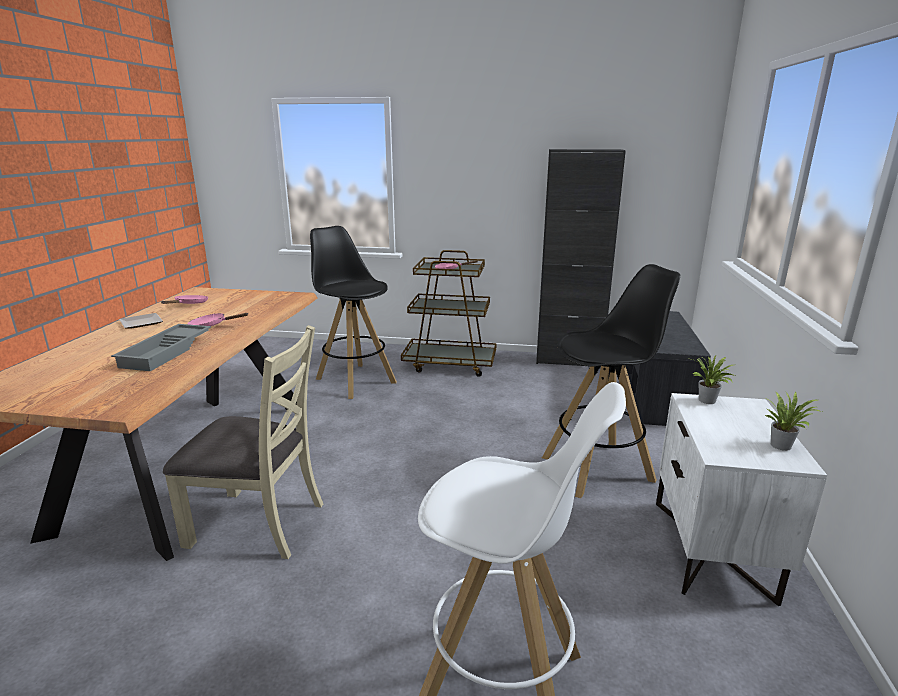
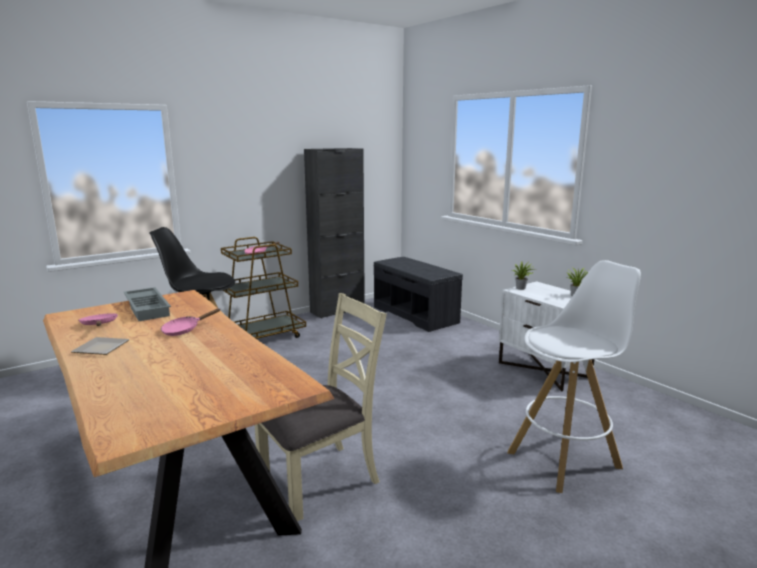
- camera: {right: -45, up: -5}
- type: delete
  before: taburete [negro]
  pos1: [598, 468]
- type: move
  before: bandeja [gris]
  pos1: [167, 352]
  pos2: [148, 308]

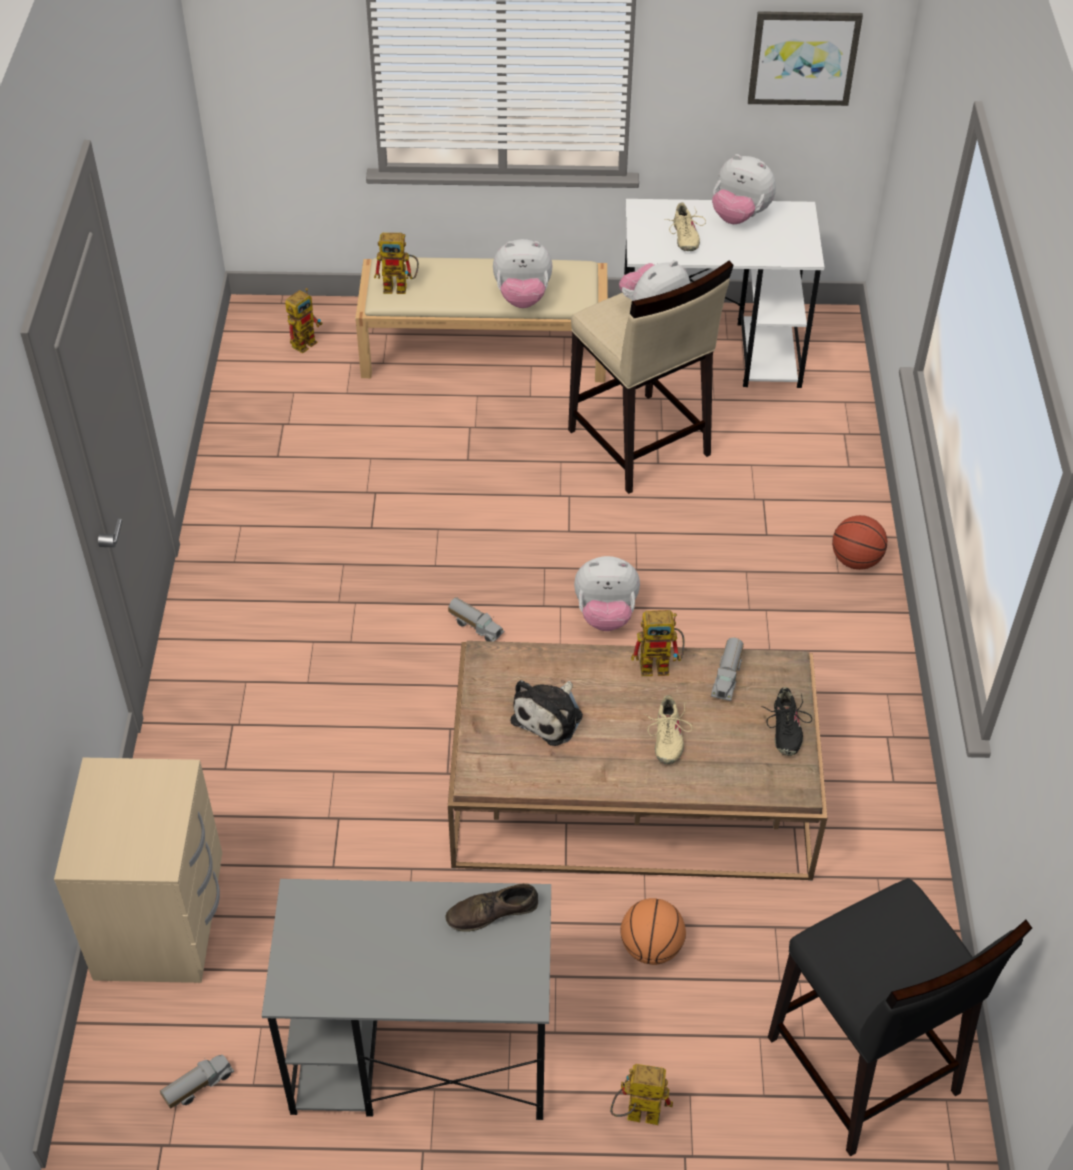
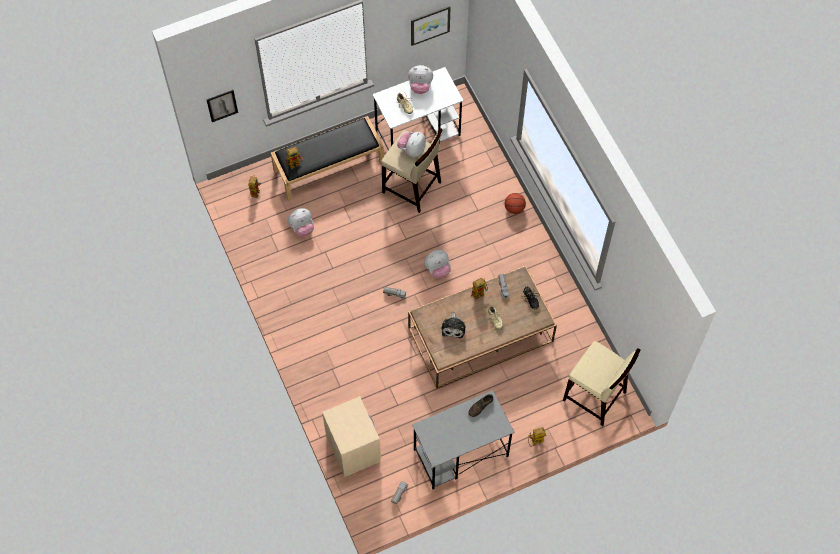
- camera: {right: -25, up: 15}
- type: delete
  before: balón de baloncesto
  pos1: [651, 947]
- type: insert
  after: cuadro
  pos2: [222, 105]
- type: move
  before: peluche
  pos1: [522, 298]
  pos2: [302, 228]
- type: recolor
  before: banco [beis]
  after: banco [negro]
  pos1: [486, 349]
  pos2: [329, 166]
- type: recolor
  before: taburete [negro]
  after: taburete [beis]
  pos1: [863, 1067]
  pos2: [594, 397]

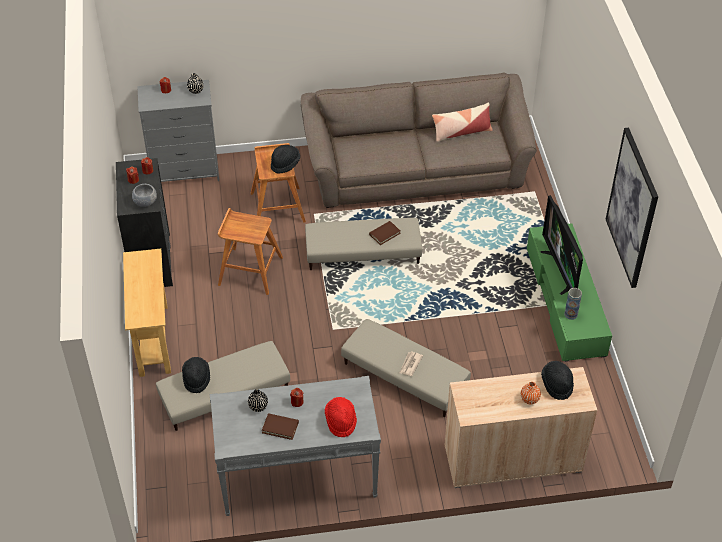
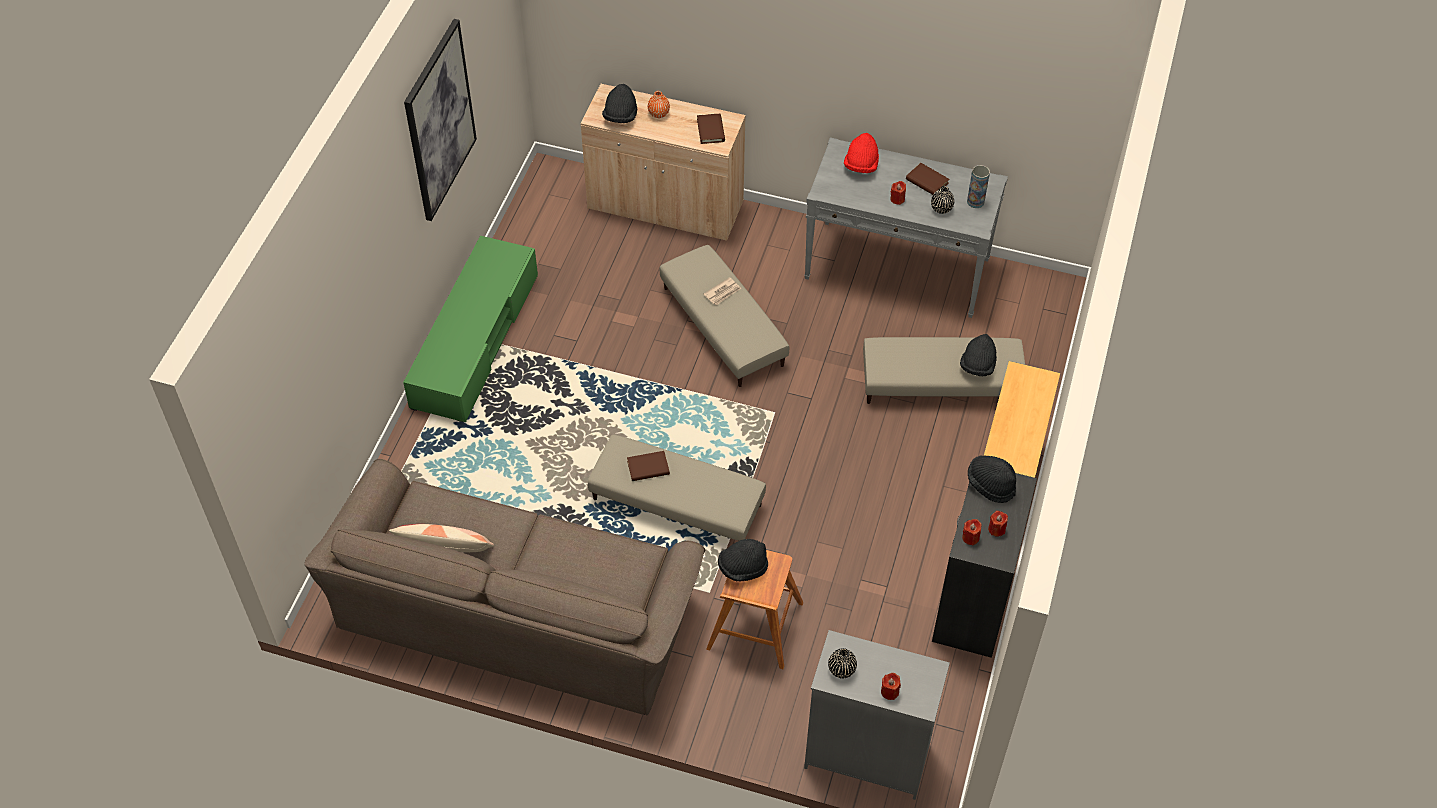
- camera: {right: -155, up: 5}
- type: delete
  before: taburete [marrón]
  pos1: [250, 270]
- type: delete
  before: televisor
  pos1: [561, 271]
- type: insert
  after: libro [marrón]
  pos2: [711, 130]
- type: move
  before: florero
  pos1: [571, 314]
  pos2: [975, 202]
- type: replace
  before: cuenco [gris]
  after: sombrero [negro]
  pos1: [145, 202]
  pos2: [990, 484]

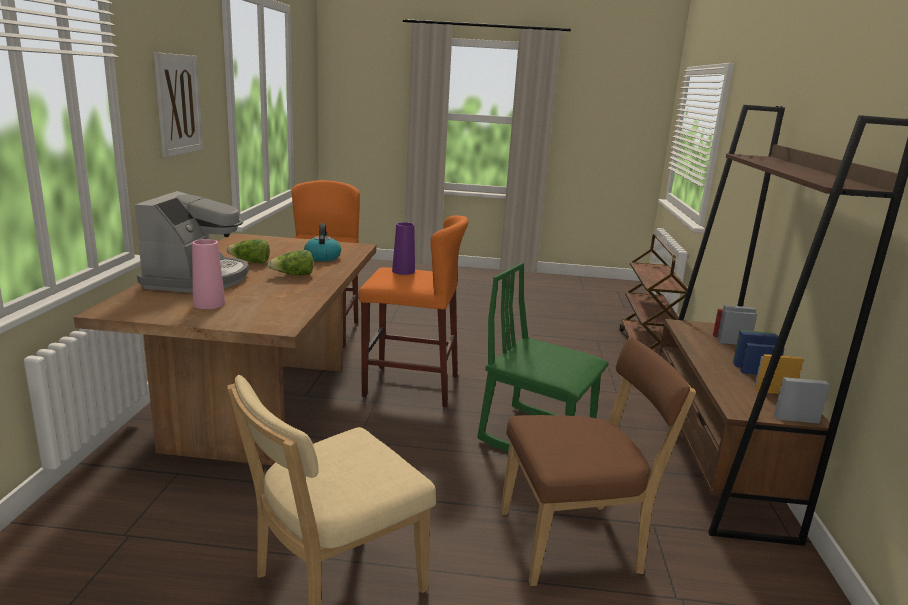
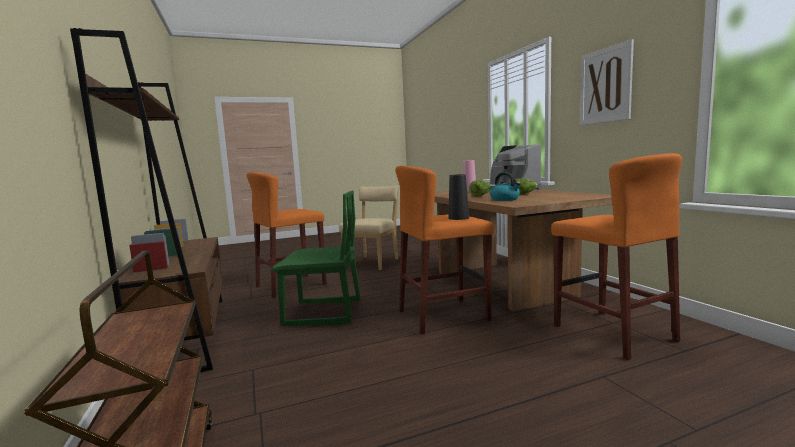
- camera: {right: 155, up: -10}
- type: replace
  before: silla [marrón]
  after: taburete [naranja]
  pos1: [576, 542]
  pos2: [291, 285]
- type: recolor
  before: florero [morado]
  after: florero [negro]
  pos1: [403, 271]
  pos2: [458, 218]

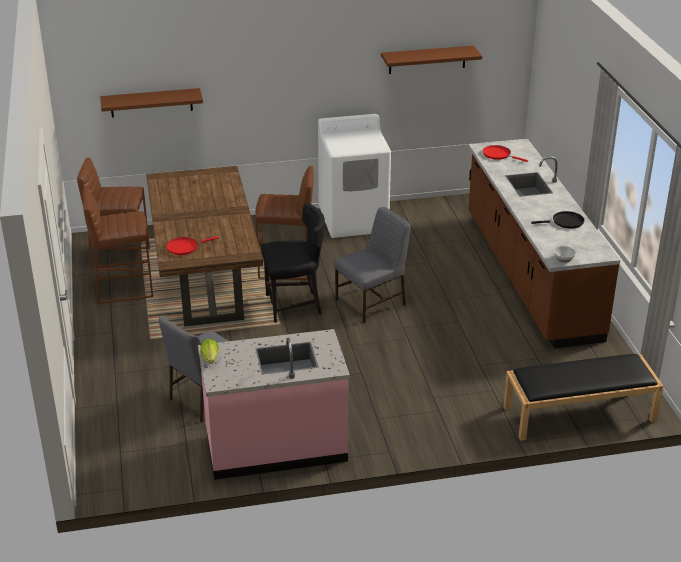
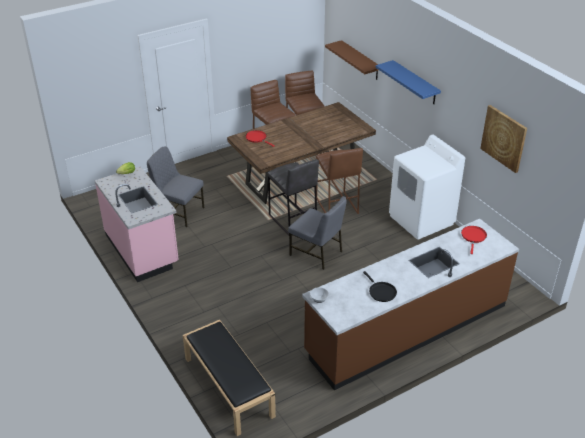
- camera: {right: 70, up: 5}
- type: insert
  after: estante [azul]
  pos2: [415, 83]
- type: replace
  before: silla [negro]
  after: taburete [gris]
  pos1: [294, 306]
  pos2: [292, 220]
- type: replace
  before: estante [marrón]
  after: cuadro
  pos1: [427, 59]
  pos2: [504, 138]

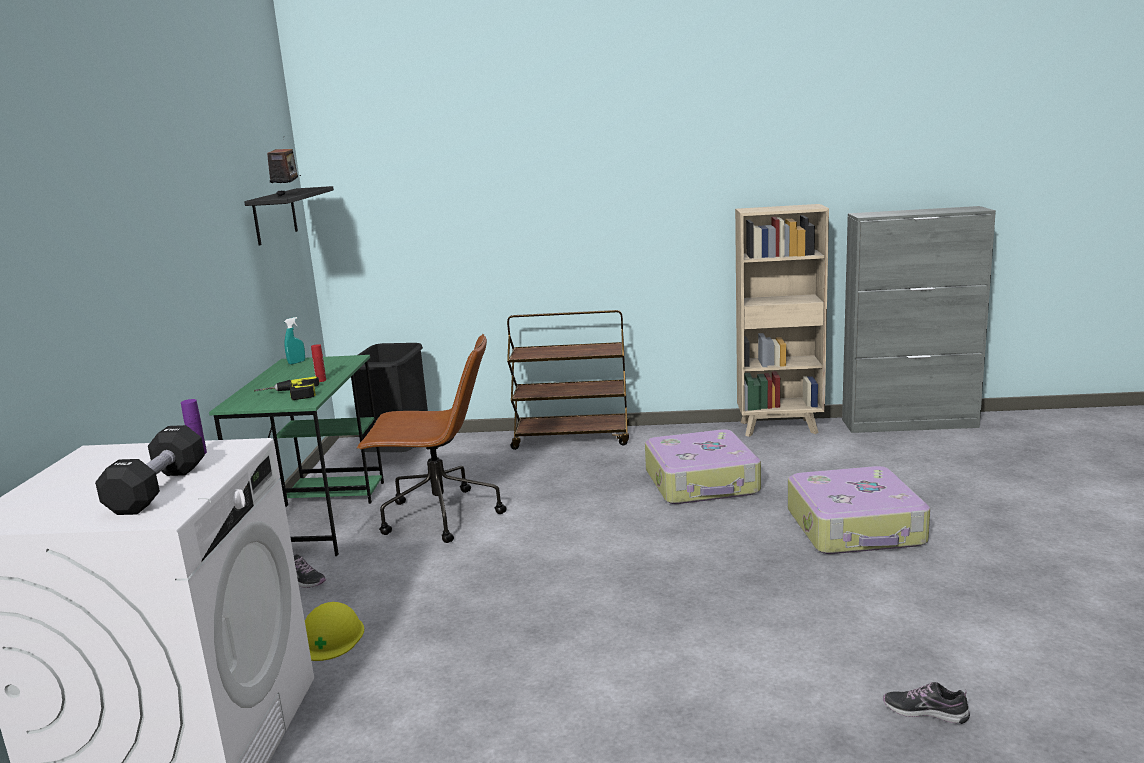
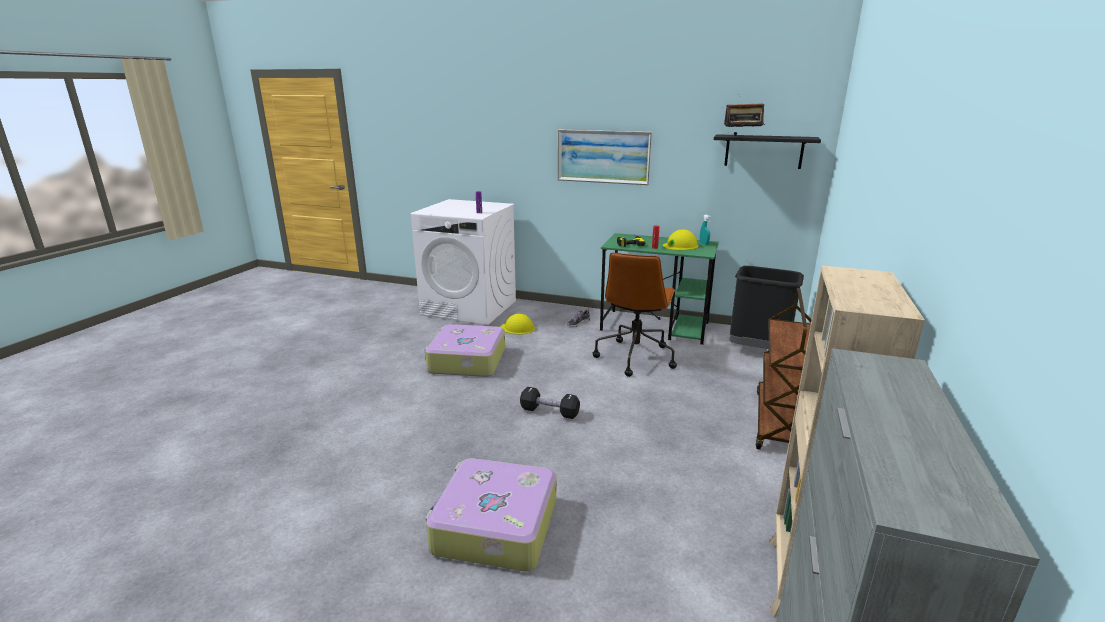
- camera: {right: 105, up: 5}
- type: delete
  before: zapato
  pos1: [925, 712]
- type: insert
  after: cuadro
  pos2: [603, 156]
- type: insert
  after: casco [amarillo]
  pos2: [680, 245]
- type: move
  before: mancuerna [negro]
  pos1: [158, 490]
  pos2: [549, 411]
- type: move
  before: maleta
  pos1: [702, 482]
  pos2: [466, 361]

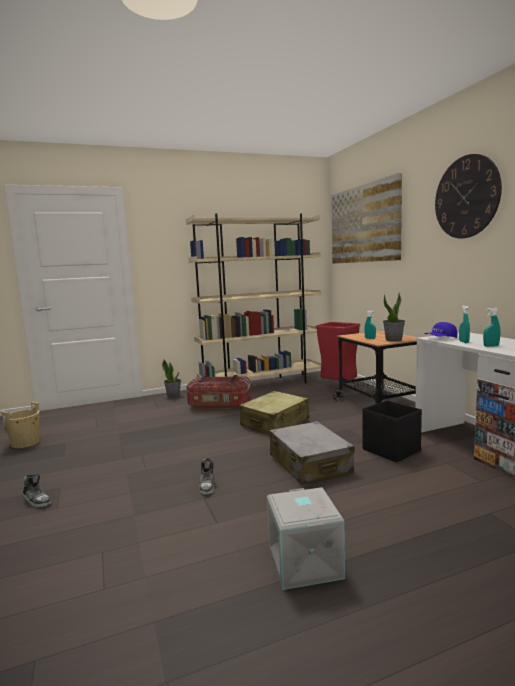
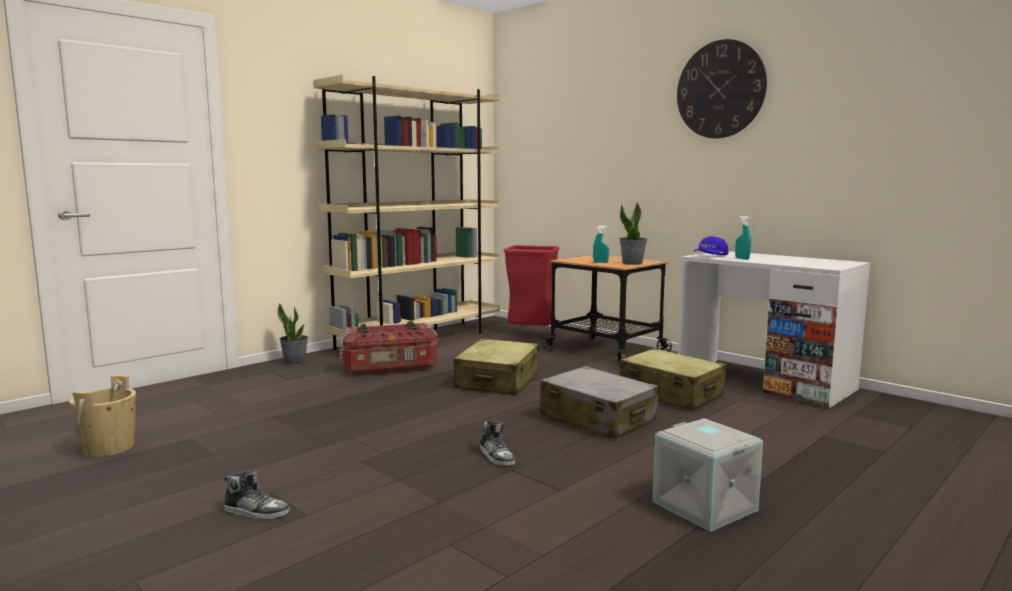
- camera: {right: -25, up: 0}
- type: delete
  before: cuadro
  pos1: [364, 224]
- type: delete
  before: pulverizador [turquesa]
  pos1: [491, 346]
- type: replace
  before: caja de almacenaje [negro]
  after: maleta [beis]
  pos1: [390, 450]
  pos2: [670, 394]

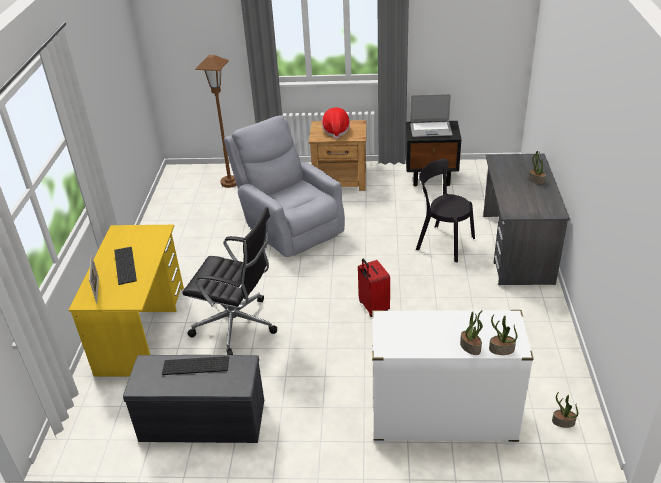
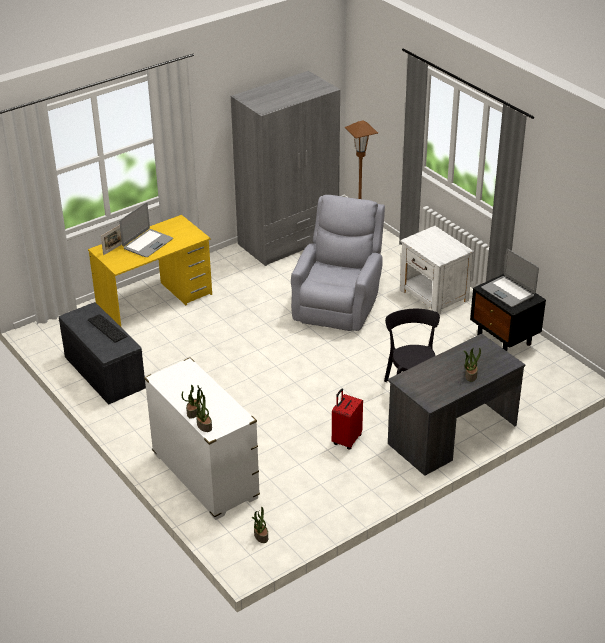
- camera: {right: 50, up: 0}
- type: delete
  before: silla de oficina [negro]
  pos1: [237, 325]
- type: delete
  before: sombrero
  pos1: [336, 131]
- type: insert
  after: armario ropero [gris]
  pos2: [289, 240]
- type: move
  before: maleta [rojo]
  pos1: [373, 307]
  pos2: [346, 440]
- type: replace
  before: teclado
  after: portátil
  pos1: [124, 265]
  pos2: [147, 244]
- type: recolor
  before: mesita de noche [marrón]
  after: mesita de noche [blanco]
  pos1: [341, 180]
  pos2: [434, 296]

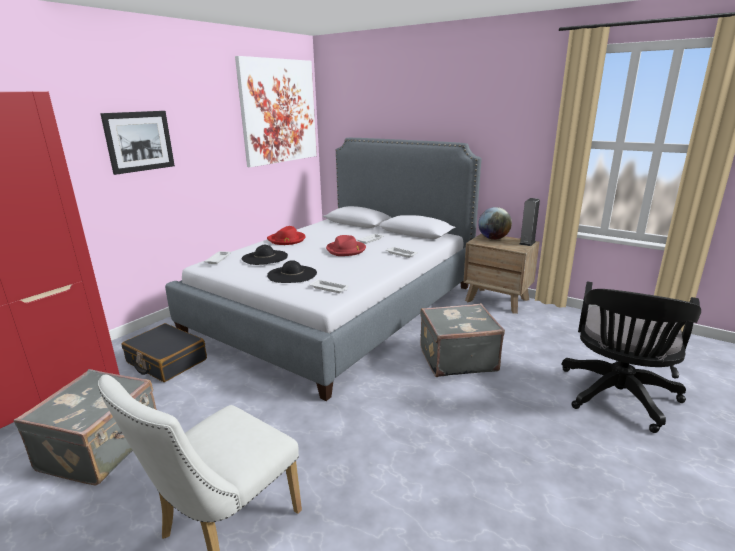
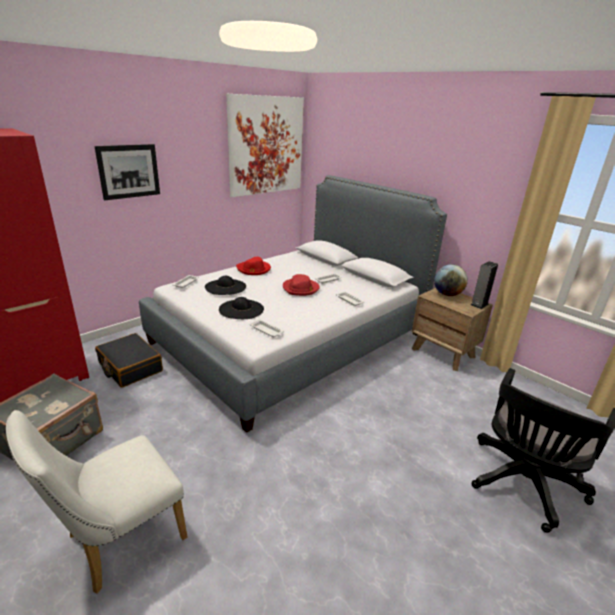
- camera: {right: 10, up: 5}
- type: delete
  before: maleta [gris]
  pos1: [456, 358]

